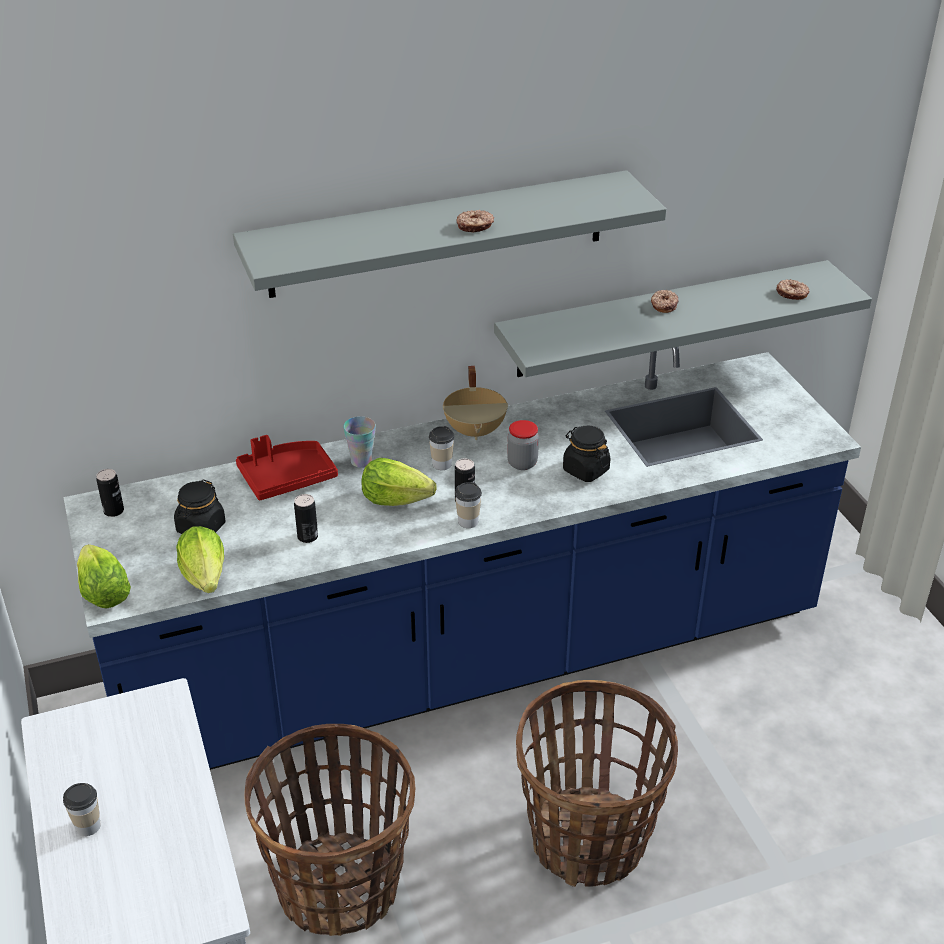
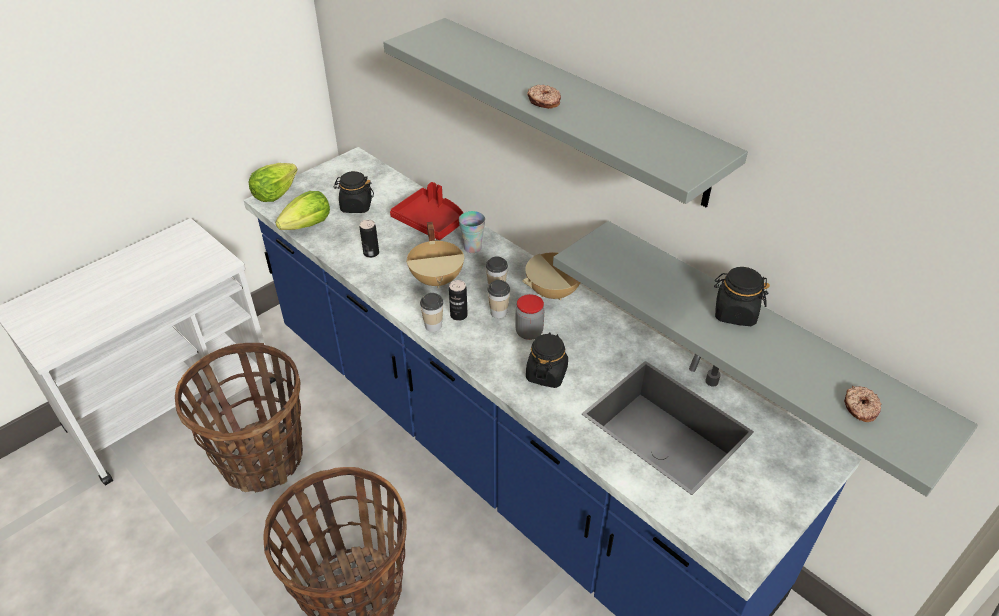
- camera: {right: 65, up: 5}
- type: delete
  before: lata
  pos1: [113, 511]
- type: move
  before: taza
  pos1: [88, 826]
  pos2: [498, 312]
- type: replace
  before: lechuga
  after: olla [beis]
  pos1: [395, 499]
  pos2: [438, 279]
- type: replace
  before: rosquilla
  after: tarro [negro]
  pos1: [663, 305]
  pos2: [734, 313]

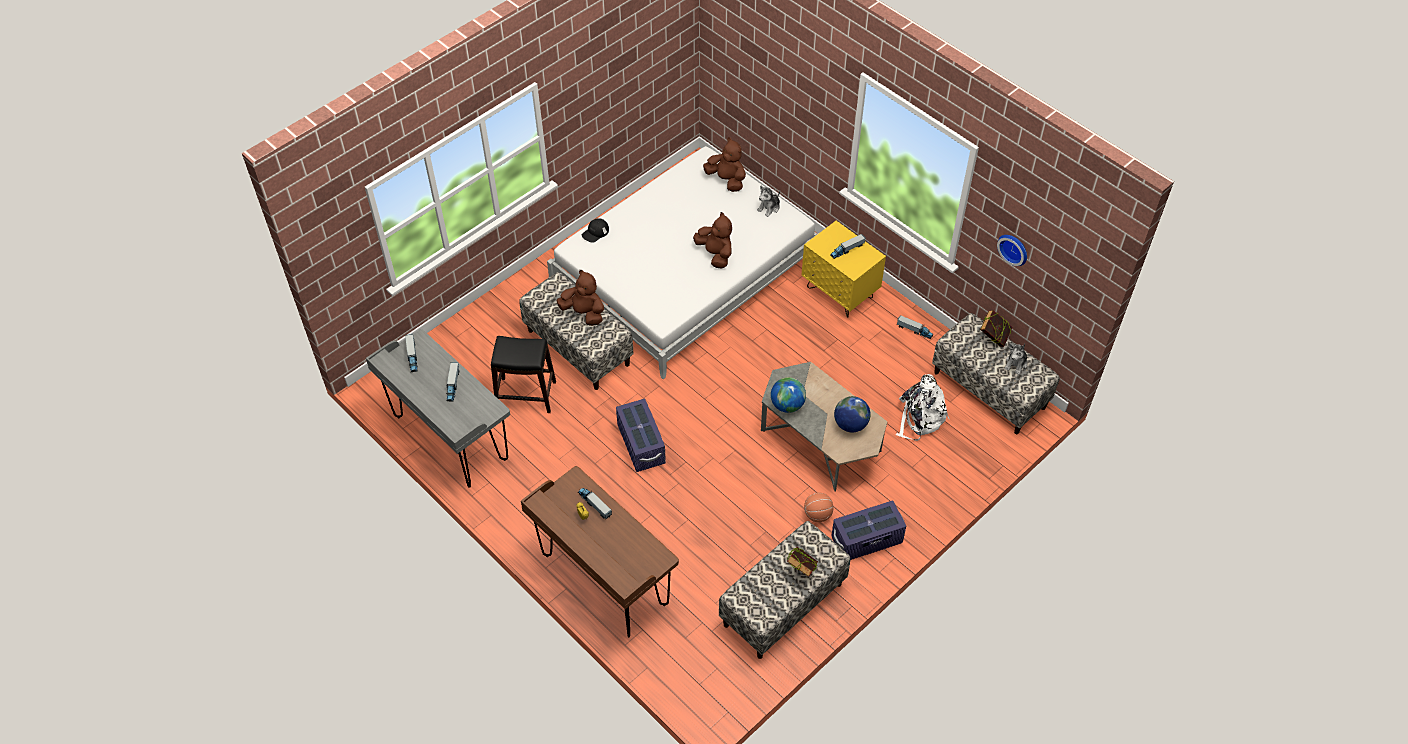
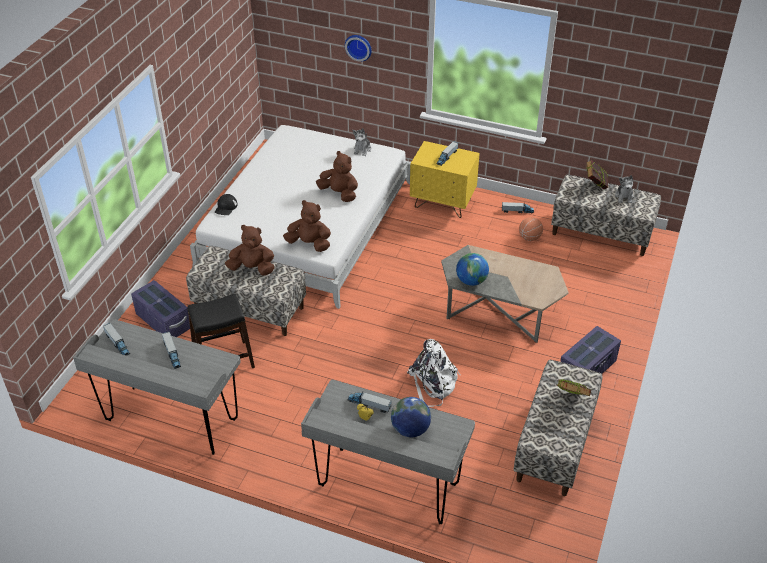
- camera: {right: -25, up: -10}
- type: move
  before: caja de almacenaje [morado]
  pos1: [641, 444]
  pos2: [163, 321]
- type: move
  before: peluche [marrón]
  pos1: [726, 180]
  pos2: [309, 244]
- type: move
  before: balón de baloncesto
  pos1: [818, 514]
  pos2: [529, 237]
- type: move
  before: globo terráqueo
  pos1: [850, 424]
  pos2: [410, 429]
- type: move
  before: mochila [blanco]
  pos1: [920, 418]
  pos2: [432, 384]
- type: move
  before: reloj de pared
  pos1: [1014, 248]
  pos2: [359, 47]
- type: recolor
  before: escritorio [marrón]
  after: escritorio [gris]
  pos1: [604, 581]
  pos2: [388, 486]

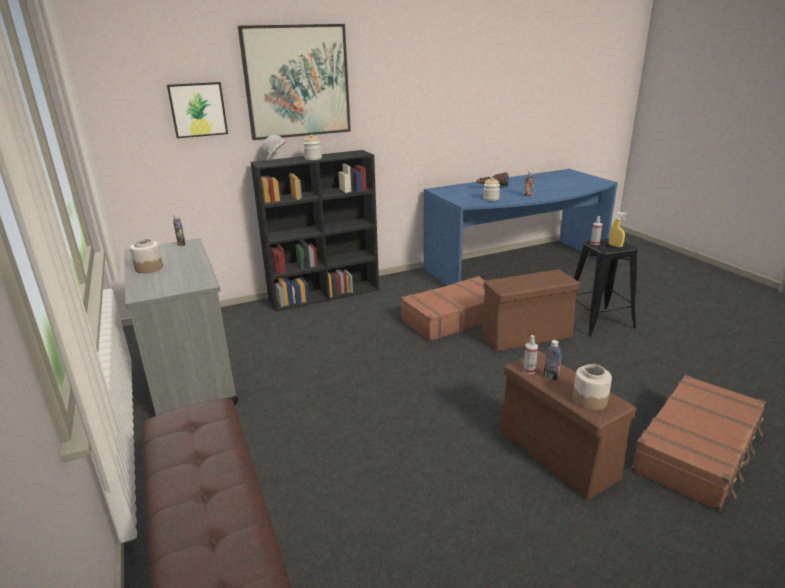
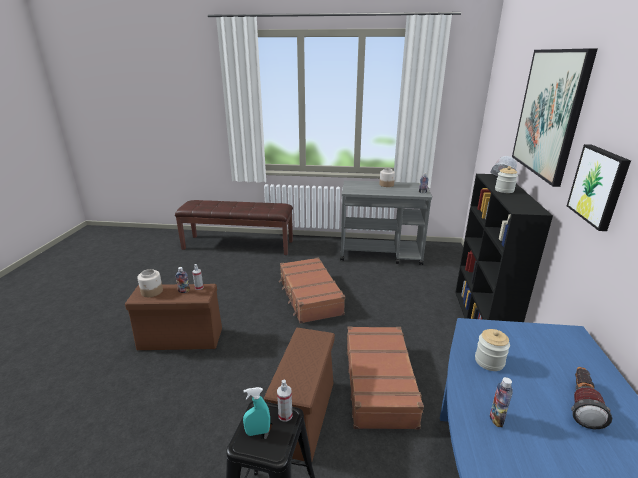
- camera: {right: 120, up: 0}
- type: move
  before: cuadro
  pos1: [198, 109]
  pos2: [599, 186]
- type: move
  before: maleta [marrón]
  pos1: [697, 451]
  pos2: [309, 297]
- type: recolor
  before: pulverizador [amarillo]
  after: pulverizador [turquesa]
  pos1: [615, 246]
  pos2: [257, 432]

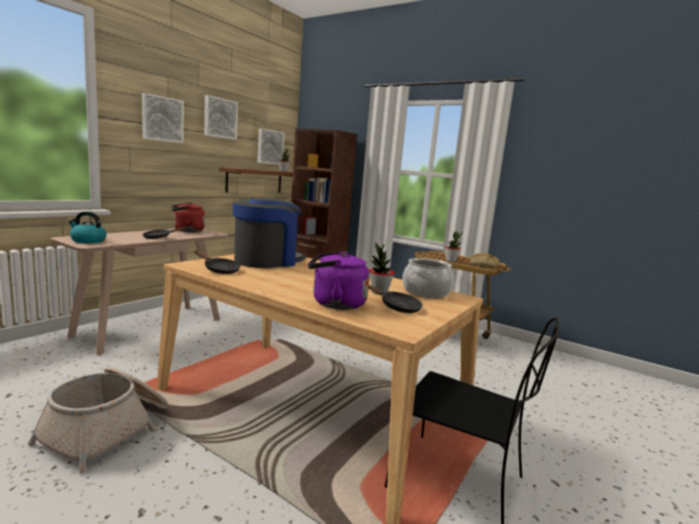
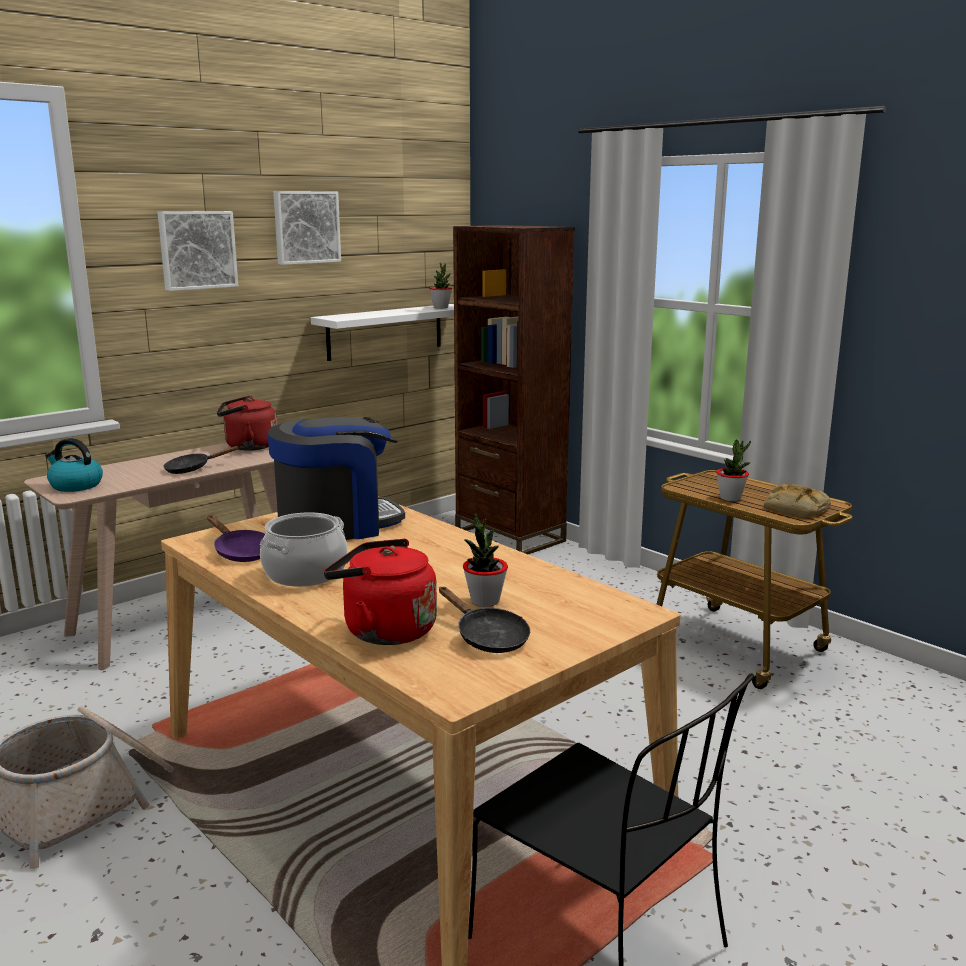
- camera: {right: 15, up: 5}
- type: delete
  before: cuadro
  pos1: [269, 147]
- type: move
  before: olla
  pos1: [425, 292]
  pos2: [305, 573]
- type: recolor
  before: sartén [negro]
  after: sartén [morado]
  pos1: [219, 270]
  pos2: [241, 552]
- type: recolor
  before: estante [marrón]
  after: estante [blanco]
  pos1: [254, 181]
  pos2: [385, 331]
- type: recolor
  before: hervidor [morado]
  after: hervidor [rojo]
  pos1: [335, 304]
  pos2: [384, 630]

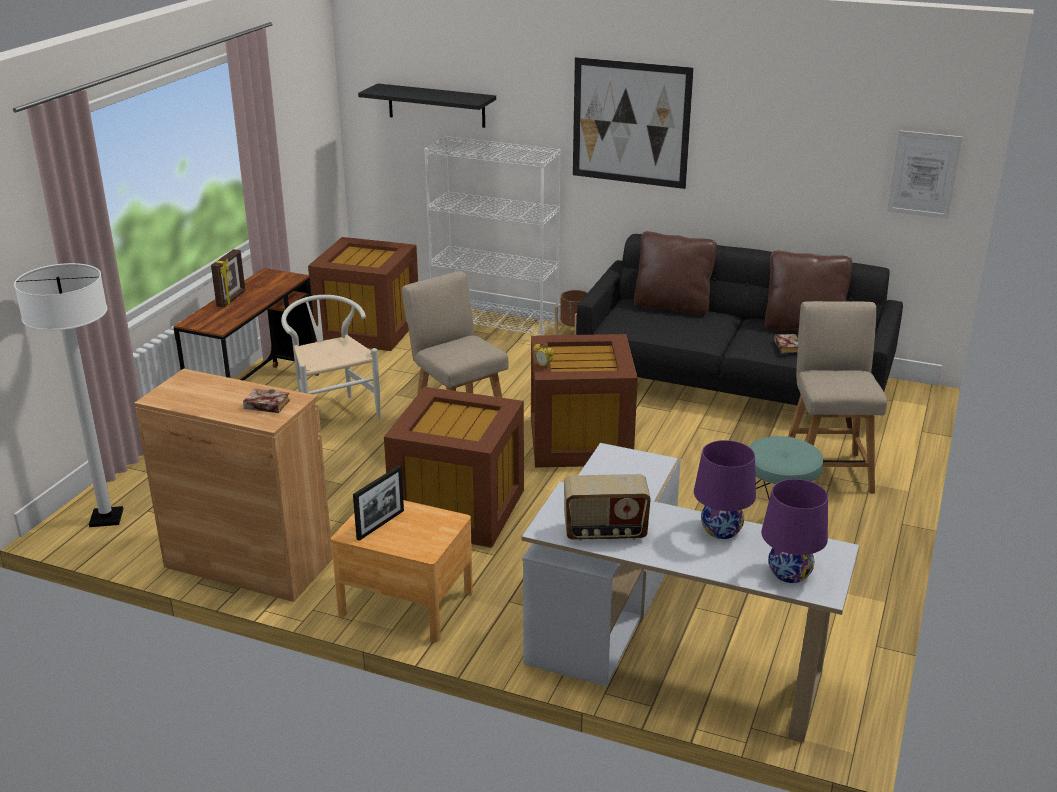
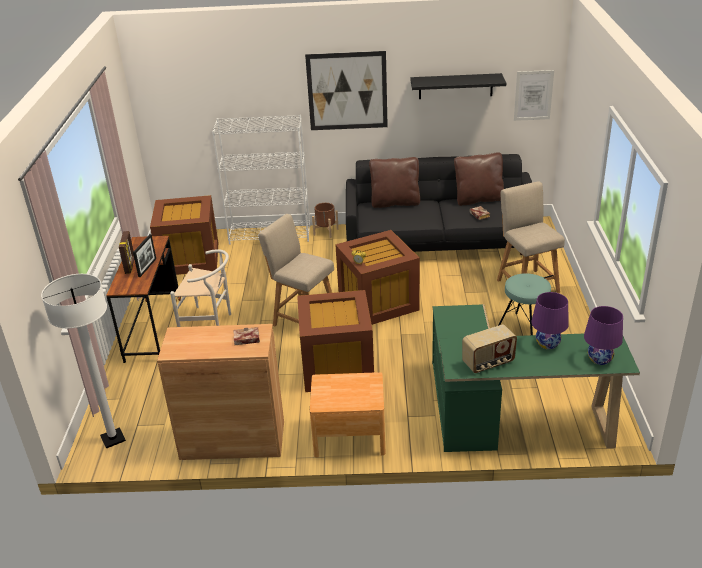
- camera: {right: -20, up: 5}
- type: move
  before: portarretratos
  pos1: [380, 524]
  pos2: [147, 267]
- type: move
  before: estante [negro]
  pos1: [436, 105]
  pos2: [455, 86]
- type: recolor
  before: escritorio [blanco]
  after: escritorio [verde]
  pos1: [659, 644]
  pos2: [507, 416]
- type: rotate
  before: silla [blanco]
  pos1: [333, 412]
  pos2: [210, 323]
  turn: 150

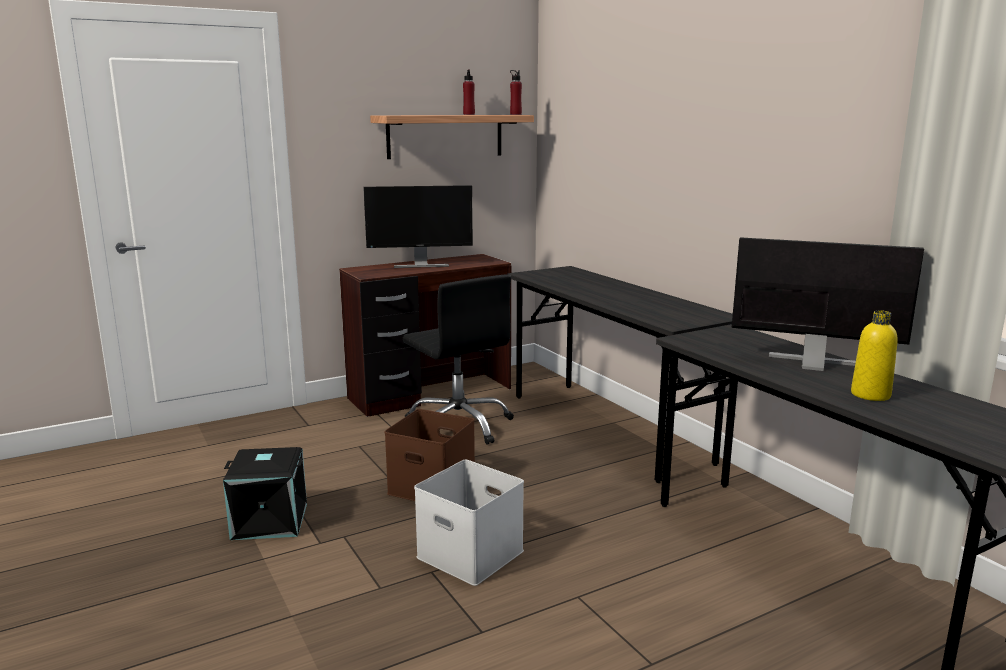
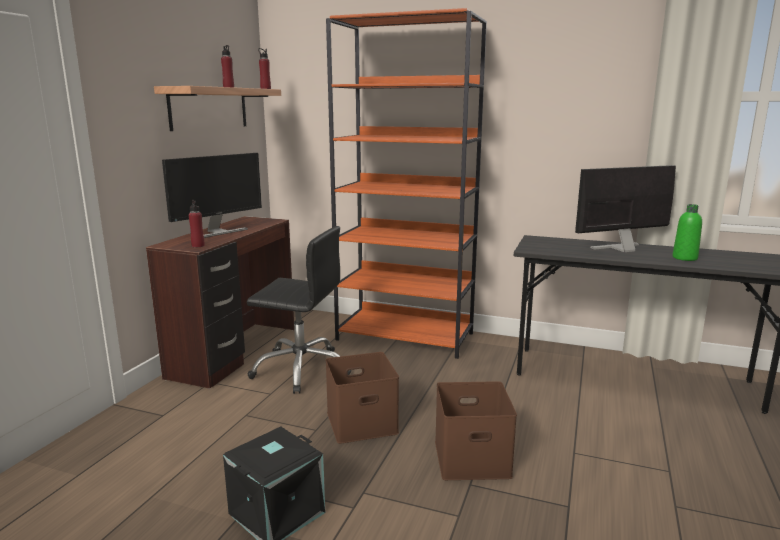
- camera: {right: -40, up: 0}
- type: insert
  after: botella [rojo]
  pos2: [198, 246]
- type: replace
  before: escritorio [gris]
  after: estantería [naranja]
  pos1: [608, 428]
  pos2: [406, 336]
- type: recolor
  before: caja de almacenaje [blanco]
  after: caja de almacenaje [marrón]
  pos1: [473, 554]
  pos2: [473, 457]
- type: recolor
  before: botella [amarillo]
  after: botella [verde]
  pos1: [870, 395]
  pos2: [684, 258]

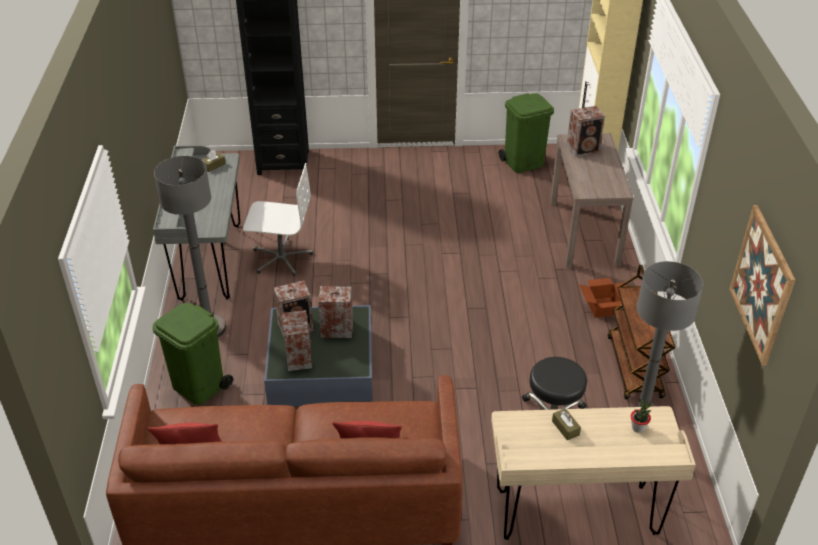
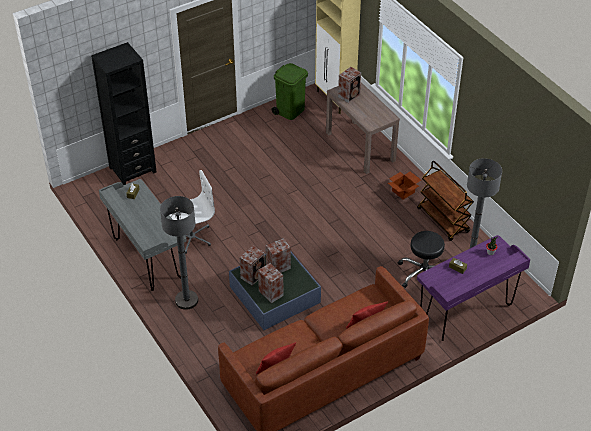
- camera: {right: -30, up: 5}
- type: delete
  before: papelera [verde]
  pos1: [199, 386]
- type: delete
  before: cuadro
  pos1: [762, 284]
- type: recolor
  before: escritorio [beis]
  after: escritorio [morado]
  pos1: [576, 513]
  pos2: [466, 312]

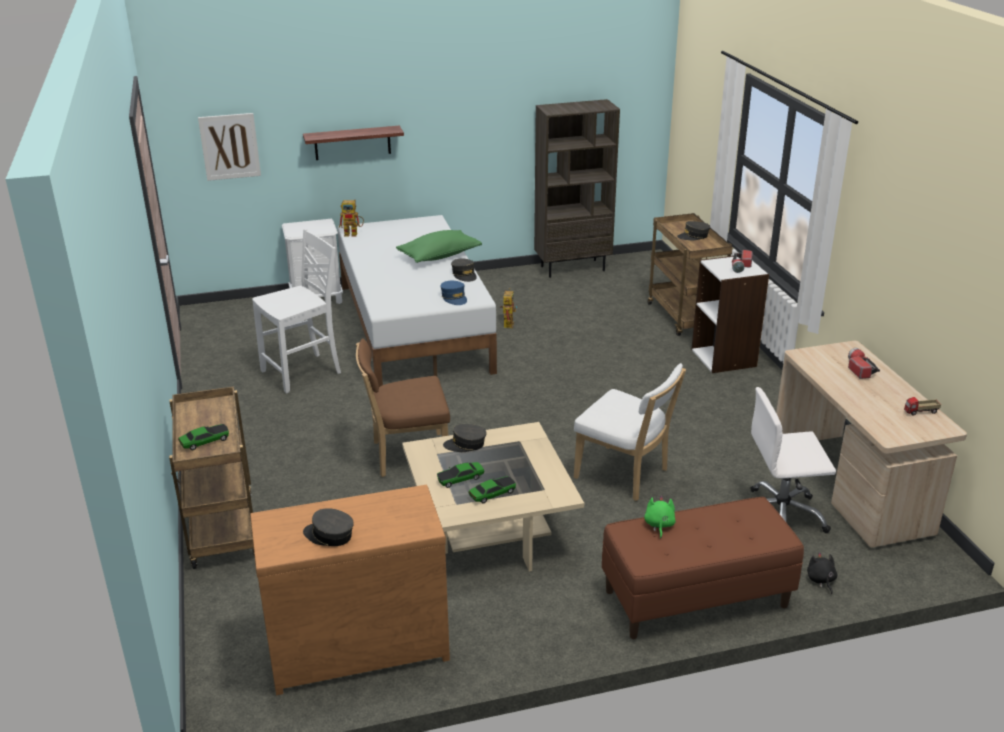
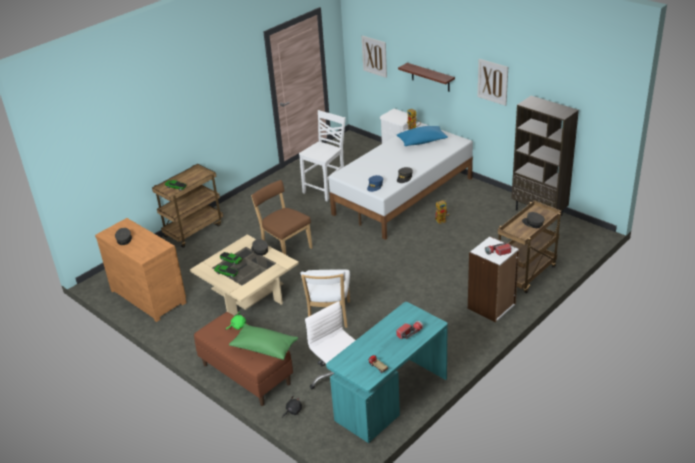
- camera: {right: 60, up: 5}
- type: insert
  after: cojín [azul]
  pos2: [422, 142]
- type: insert
  after: cuadro
  pos2: [493, 82]
- type: move
  before: cojín [verde]
  pos1: [439, 256]
  pos2: [264, 348]
- type: recolor
  before: escritorio [beis]
  after: escritorio [turquesa]
  pos1: [851, 488]
  pos2: [391, 399]
- type: rotate
  before: silla [blanco]
  pos1: [303, 372]
  pos2: [326, 189]
  turn: -75

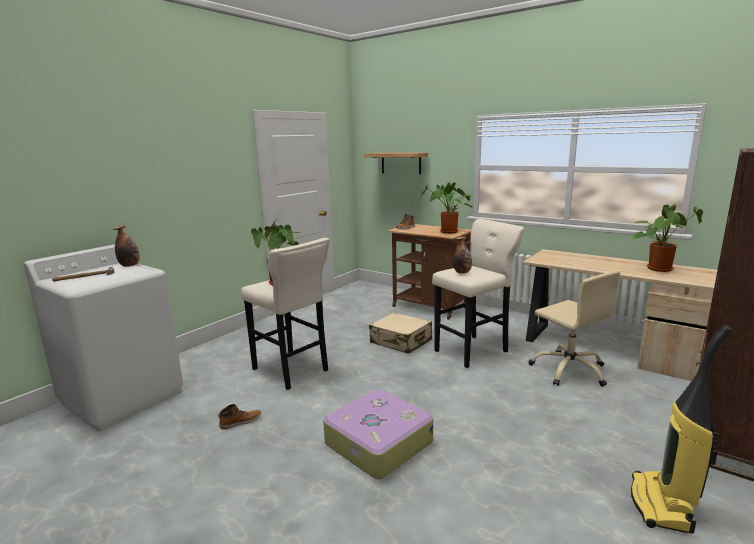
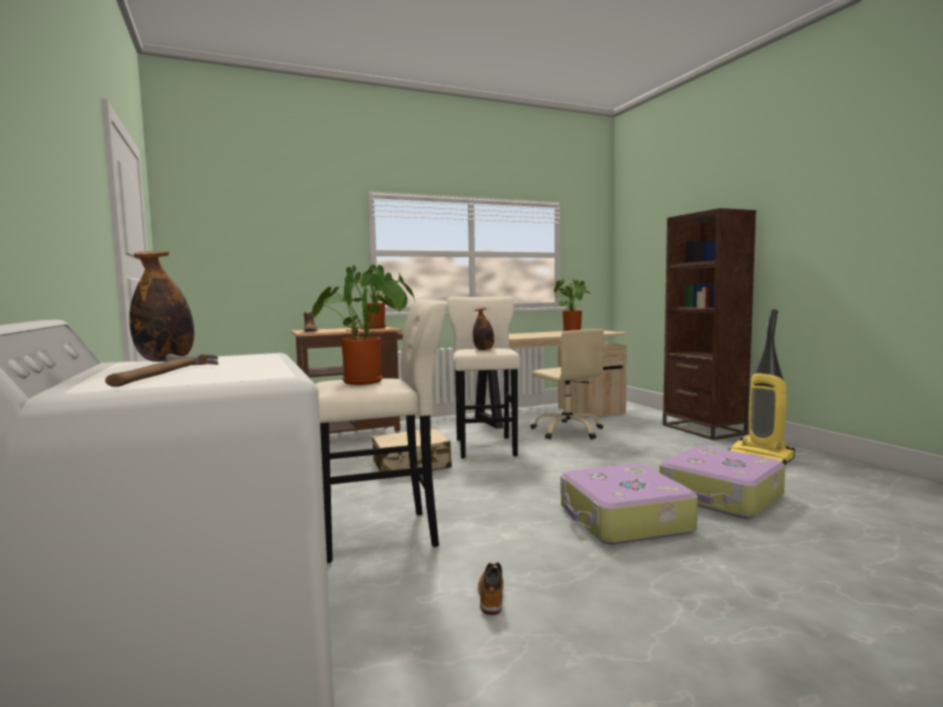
- camera: {right: -60, up: -10}
- type: delete
  before: estante
  pos1: [401, 163]
- type: insert
  after: maleta
  pos2: [721, 496]
- type: rotate
  before: silla de oficina [beis]
  pos1: [569, 370]
  pos2: [568, 431]
  turn: 60

